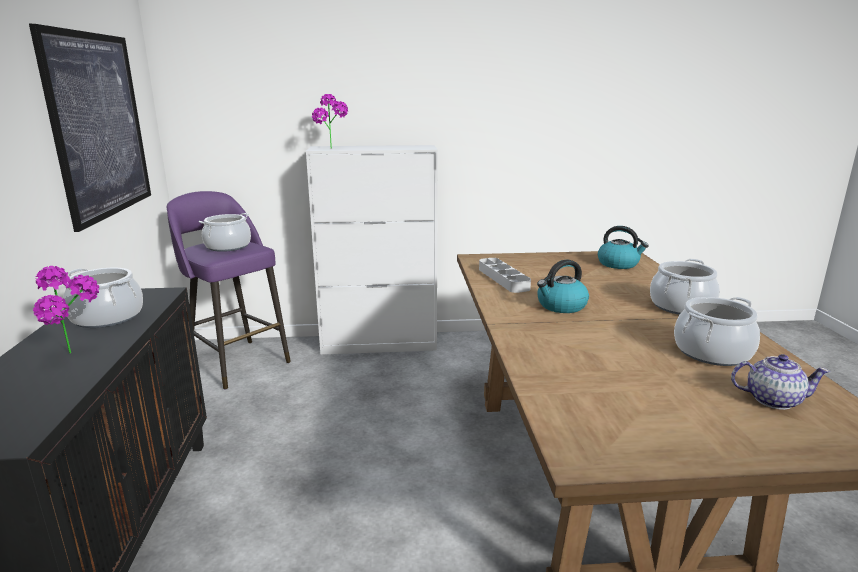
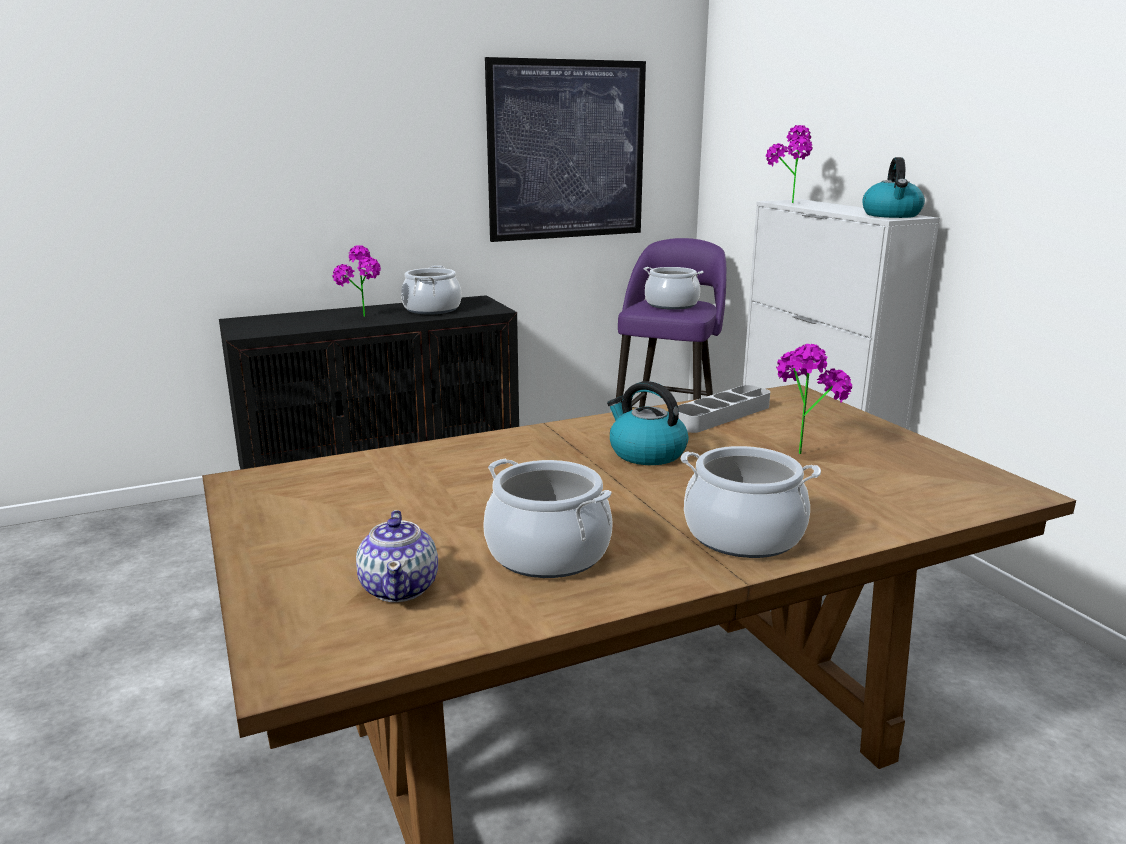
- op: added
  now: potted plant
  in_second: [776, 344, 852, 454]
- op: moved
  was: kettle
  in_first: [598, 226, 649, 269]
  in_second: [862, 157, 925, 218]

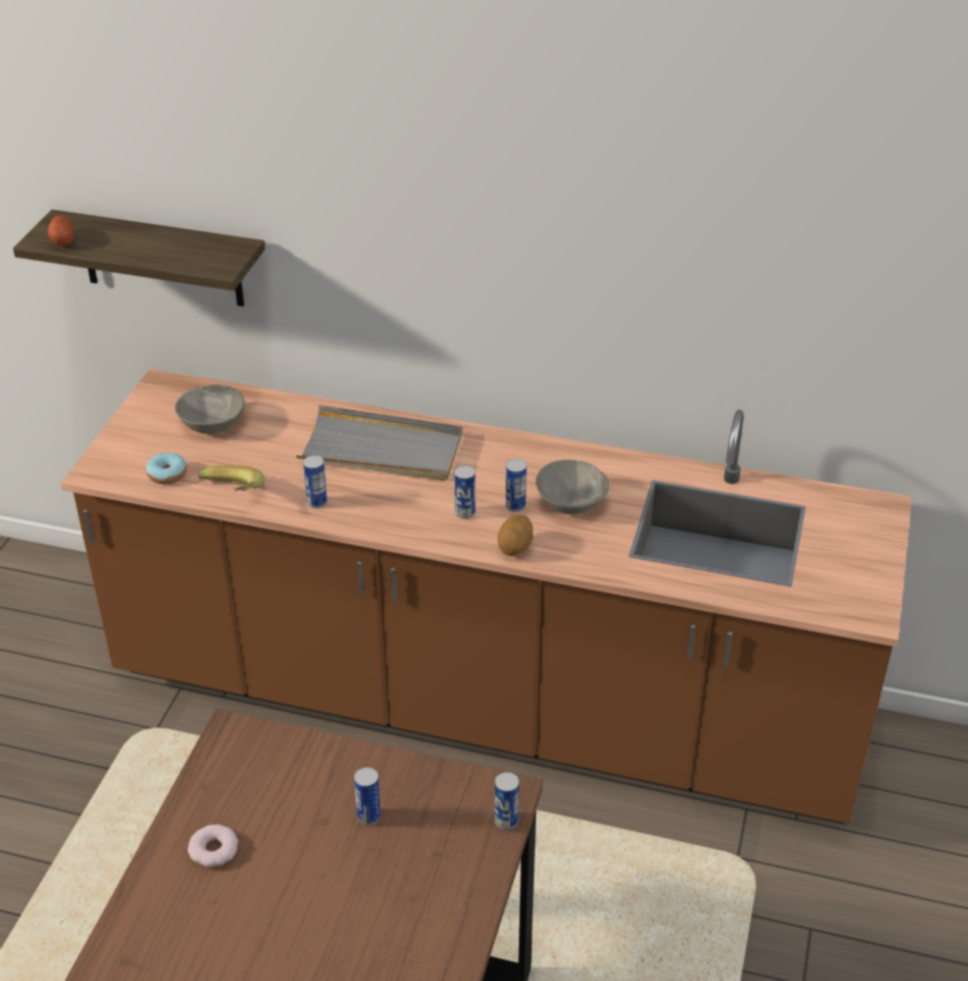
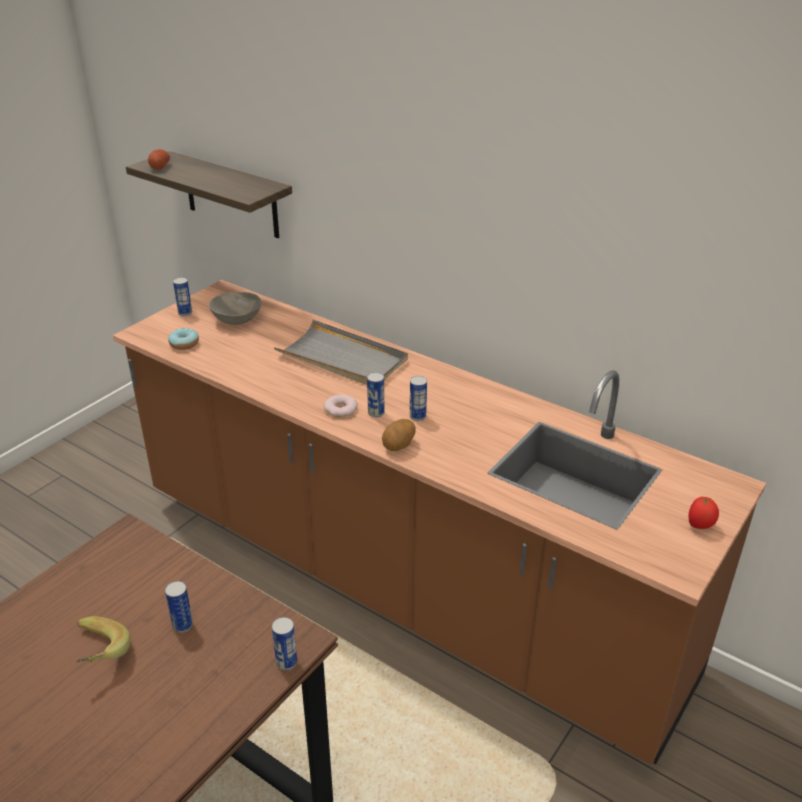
- op: moved
  was: banana
  in_first: [198, 465, 265, 492]
  in_second: [76, 616, 131, 663]
- op: moved
  was: can
  in_first: [303, 455, 327, 508]
  in_second: [173, 277, 192, 316]
- op: moved
  was: donut
  in_first: [188, 824, 238, 868]
  in_second: [324, 394, 358, 417]
- op: added
  now: tomato
  in_second: [689, 497, 719, 529]
- op: removed
  was: grey bowl
  in_first: [536, 460, 609, 514]

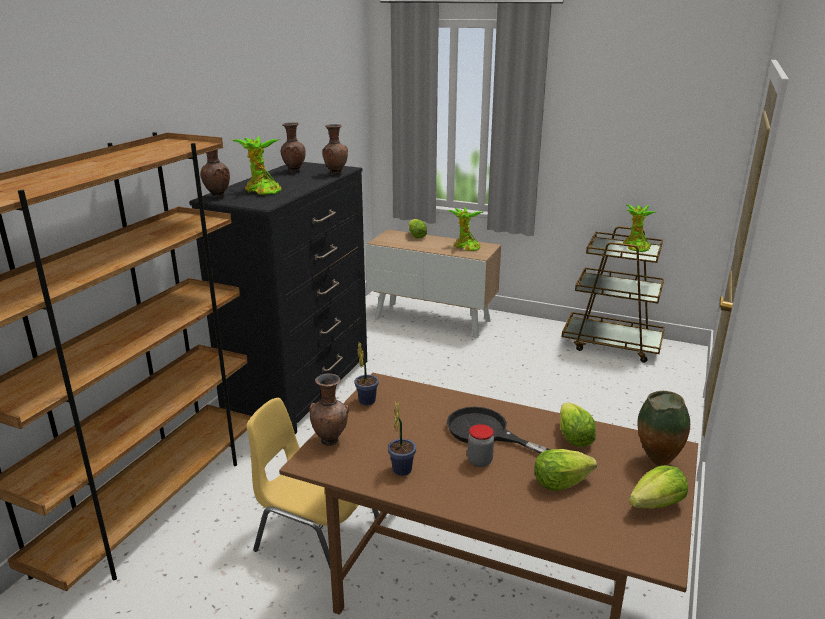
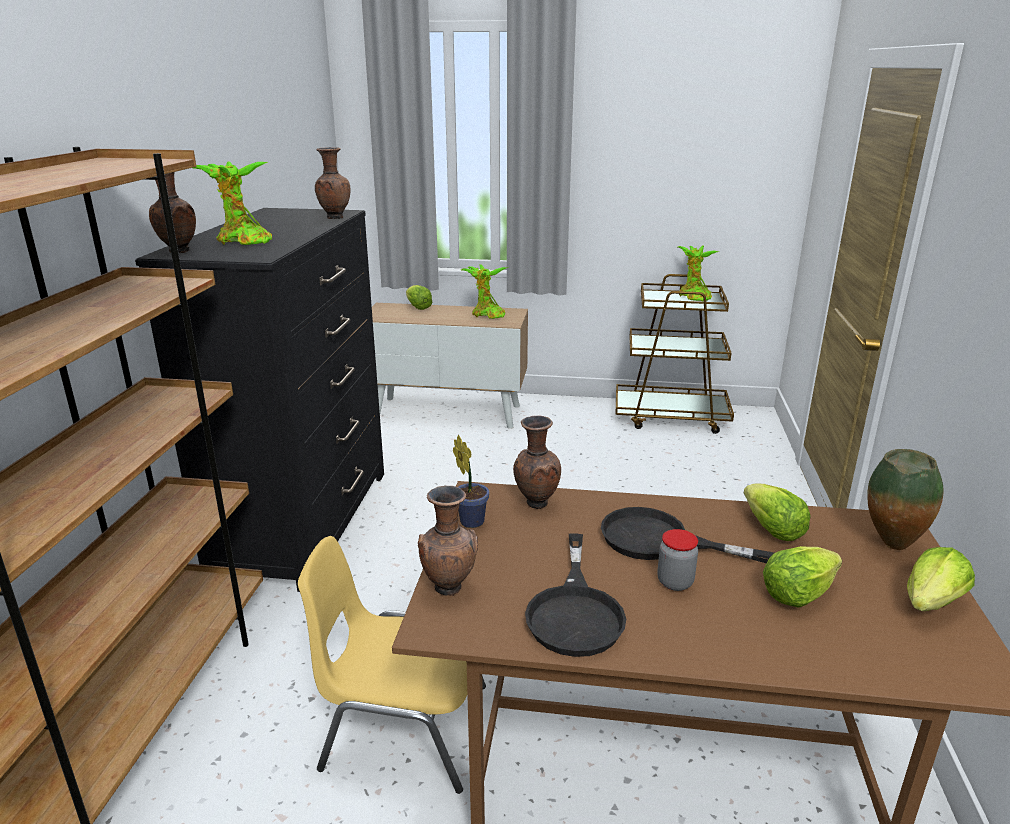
- op: moved
  was: brown vase
  in_first: [281, 122, 306, 173]
  in_second: [513, 416, 561, 509]
- op: replaced
  was: potted plant
  now: black frying pan
  in_first: [388, 402, 416, 476]
  in_second: [525, 533, 626, 657]

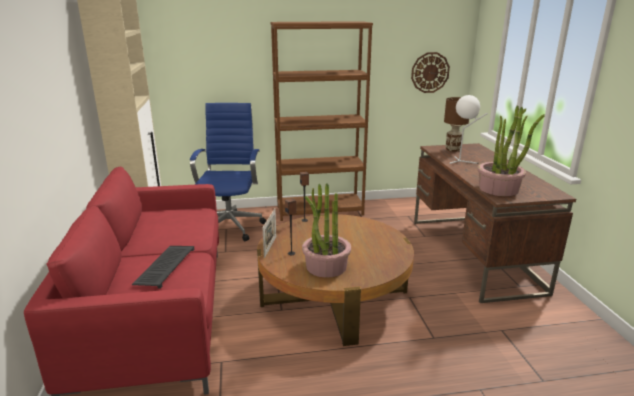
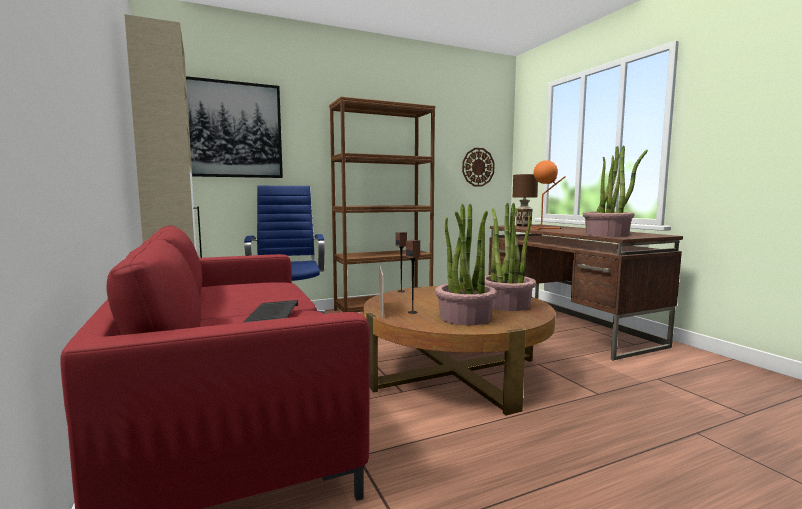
- op: added
  now: picture
  in_second: [186, 76, 283, 178]
- op: added
  now: potted plant
  in_second: [485, 203, 536, 311]
- op: recoloured
  was: white table lamp
  now: orange table lamp
  in_first: [449, 95, 488, 164]
  in_second: [532, 160, 566, 230]

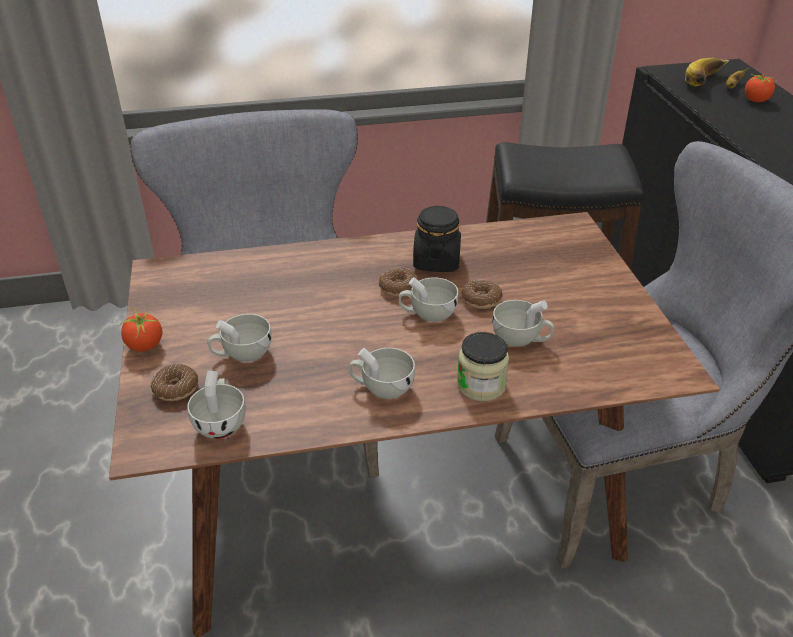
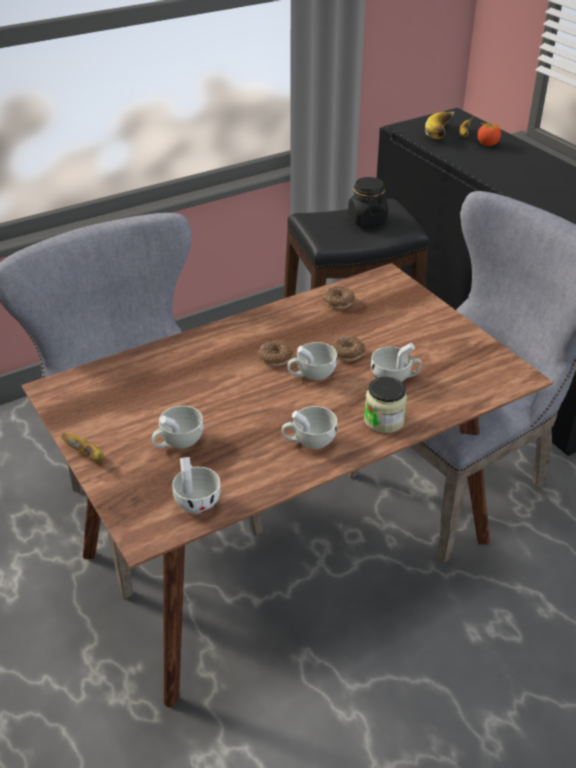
- op: replaced
  was: tomato
  now: banana
  in_first: [118, 307, 162, 352]
  in_second: [62, 433, 104, 462]
- op: moved
  was: donut
  in_first: [151, 364, 198, 401]
  in_second: [323, 286, 355, 309]
- op: moved
  was: black jar
  in_first: [413, 206, 461, 272]
  in_second: [348, 177, 388, 226]

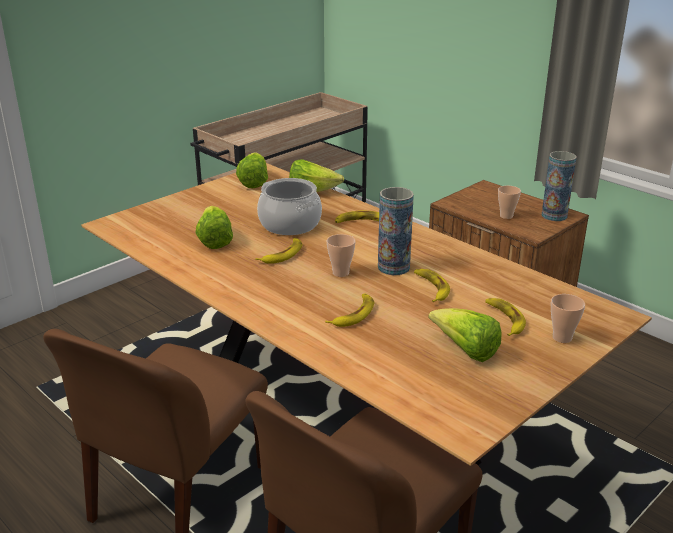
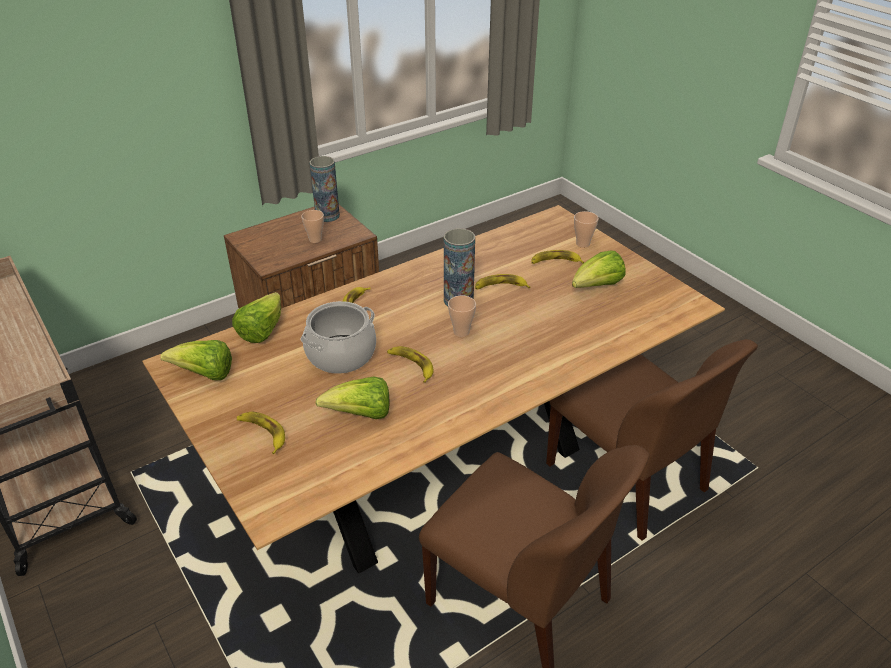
- op: moved
  was: banana
  in_first: [325, 293, 374, 327]
  in_second: [236, 412, 285, 454]

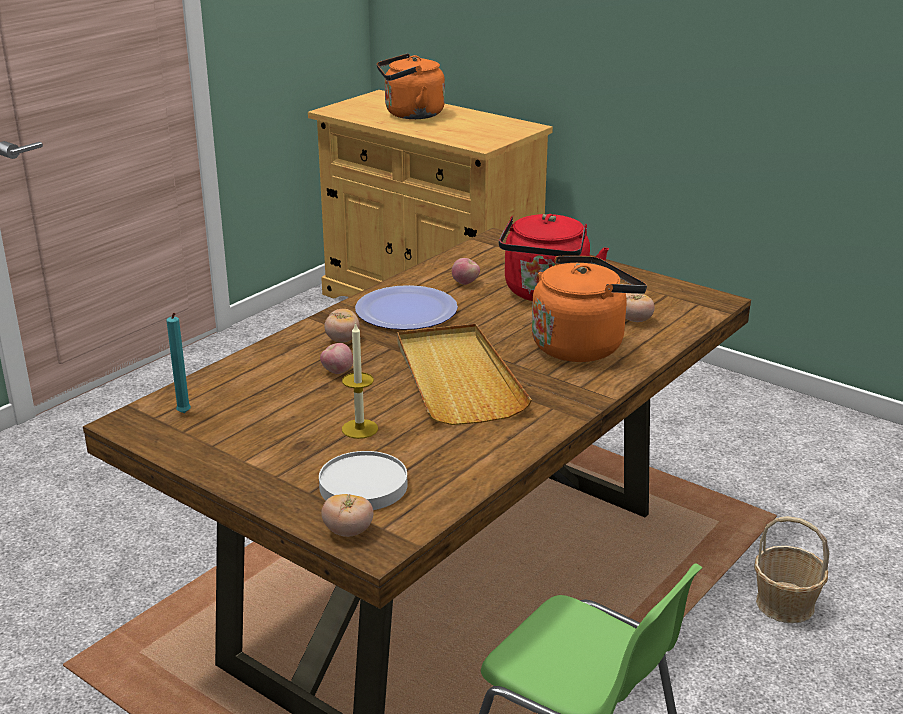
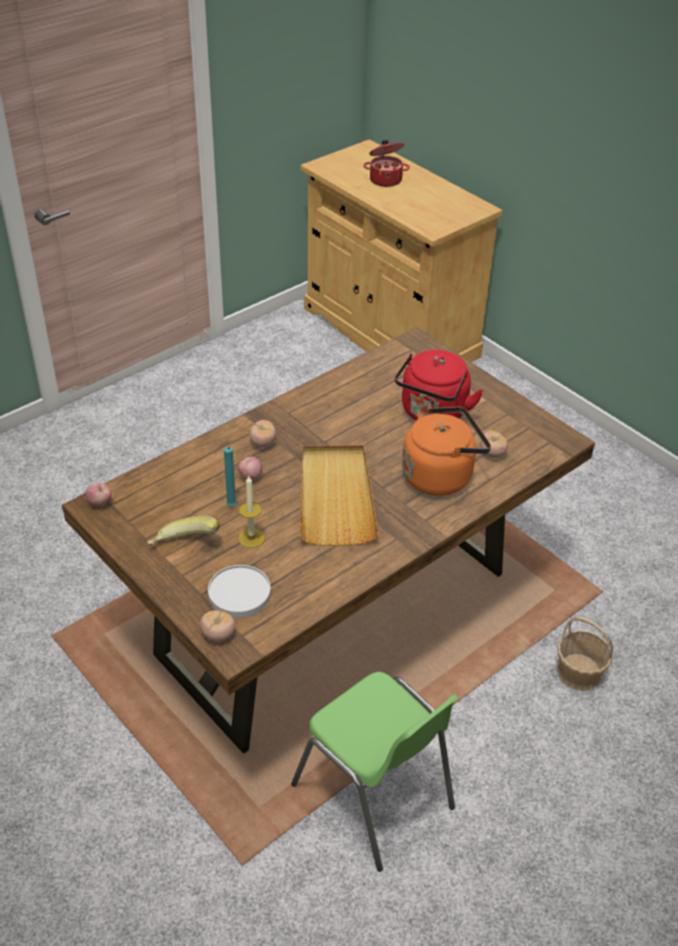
- op: moved
  was: apple
  in_first: [452, 258, 480, 285]
  in_second: [86, 483, 111, 507]
- op: added
  now: banana
  in_second: [147, 516, 220, 545]
- op: moved
  was: turquoise candle
  in_first: [166, 313, 191, 413]
  in_second: [224, 447, 237, 506]
- op: replaced
  was: orange kettle
  now: cooking pot
  in_first: [377, 53, 445, 119]
  in_second: [363, 140, 410, 187]
- op: removed
  was: plate
  in_first: [355, 285, 458, 330]

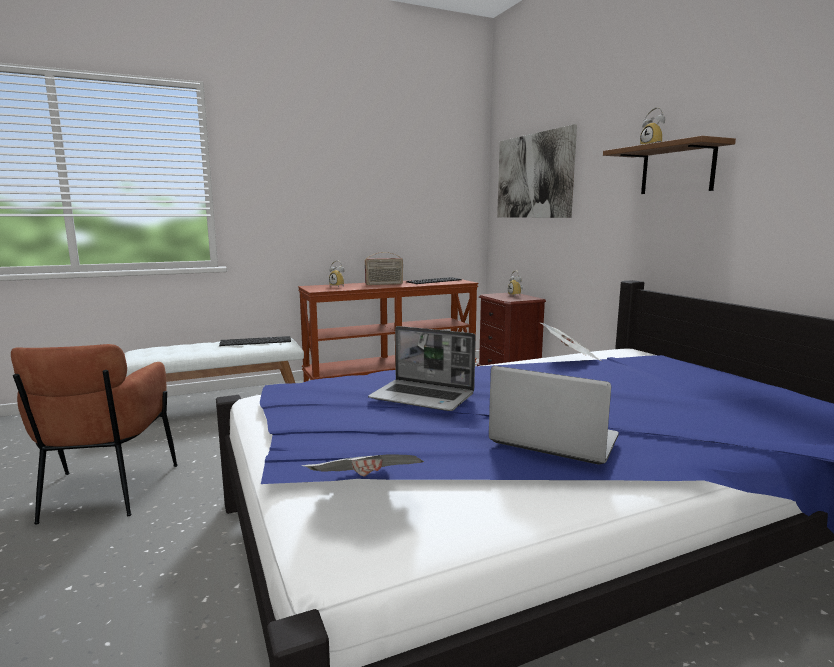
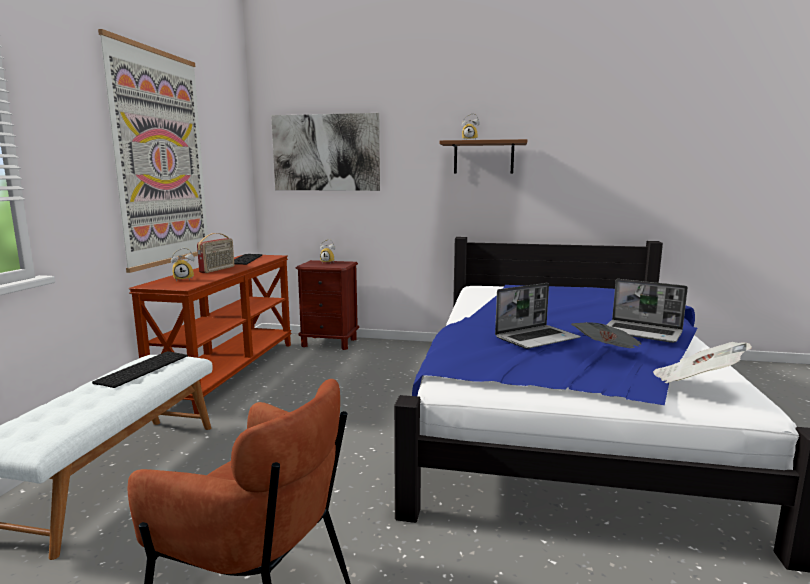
- op: added
  now: picture
  in_second: [98, 29, 208, 273]
- op: moved
  was: newspaper
  in_first: [539, 322, 602, 361]
  in_second: [571, 322, 642, 348]
- op: turned
  was: laptop
  in_first: [489, 366, 619, 465]
  in_second: [607, 279, 688, 343]
  clockwise: -120

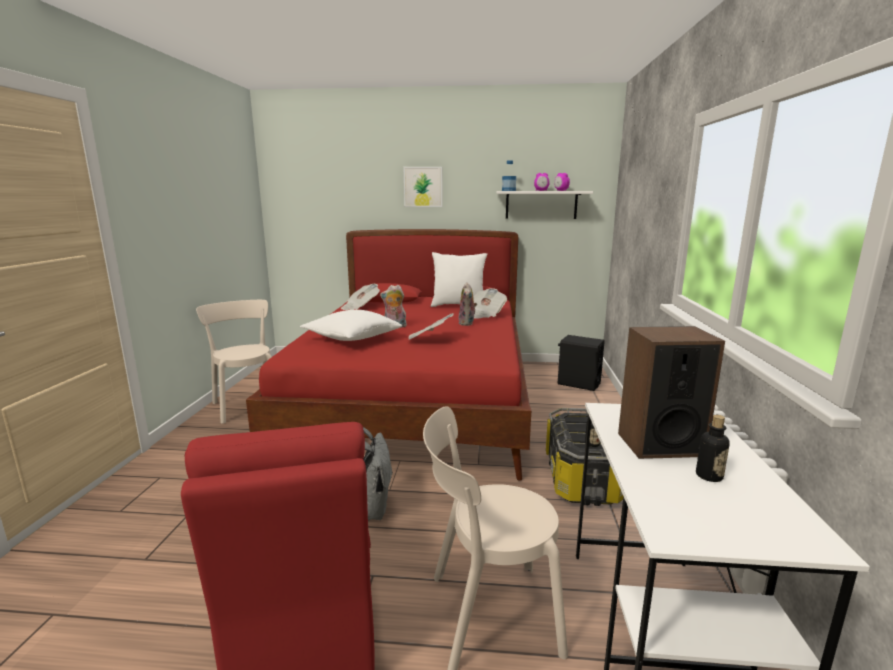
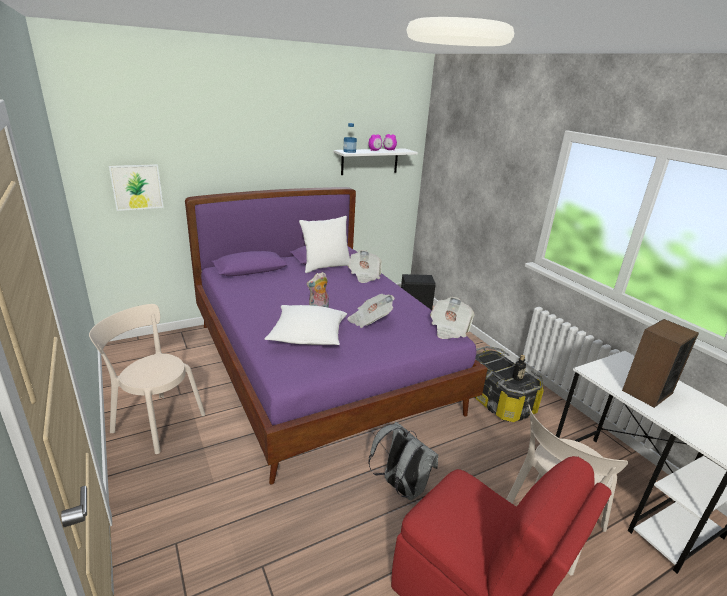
- op: moved
  was: picture
  in_first: [404, 167, 442, 207]
  in_second: [109, 164, 164, 211]
- op: recoloured
  was: red bed
  now: purple bed
  in_first: [246, 229, 531, 481]
  in_second: [185, 187, 488, 485]
- op: moved
  was: newspaper
  in_first: [341, 284, 380, 310]
  in_second: [430, 297, 475, 339]
- op: removed
  was: plush toy
  in_first: [459, 282, 477, 326]
- op: removed
  was: bottle
  in_first: [696, 415, 730, 482]

